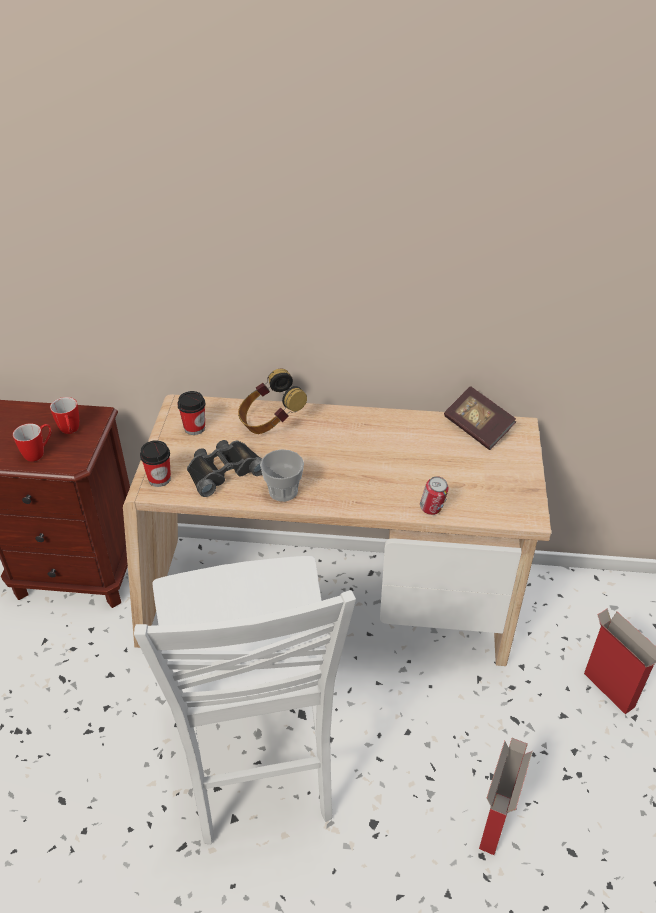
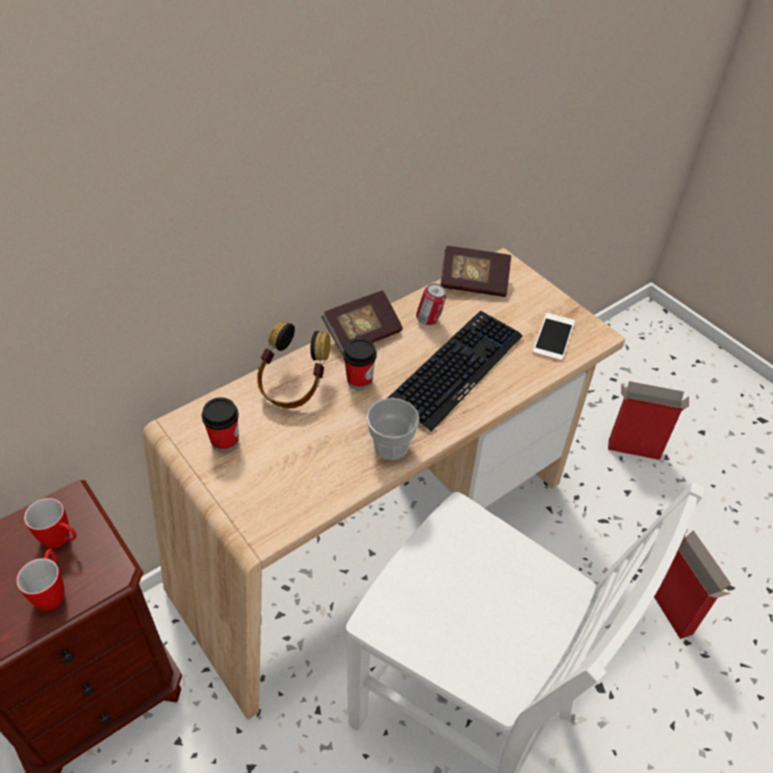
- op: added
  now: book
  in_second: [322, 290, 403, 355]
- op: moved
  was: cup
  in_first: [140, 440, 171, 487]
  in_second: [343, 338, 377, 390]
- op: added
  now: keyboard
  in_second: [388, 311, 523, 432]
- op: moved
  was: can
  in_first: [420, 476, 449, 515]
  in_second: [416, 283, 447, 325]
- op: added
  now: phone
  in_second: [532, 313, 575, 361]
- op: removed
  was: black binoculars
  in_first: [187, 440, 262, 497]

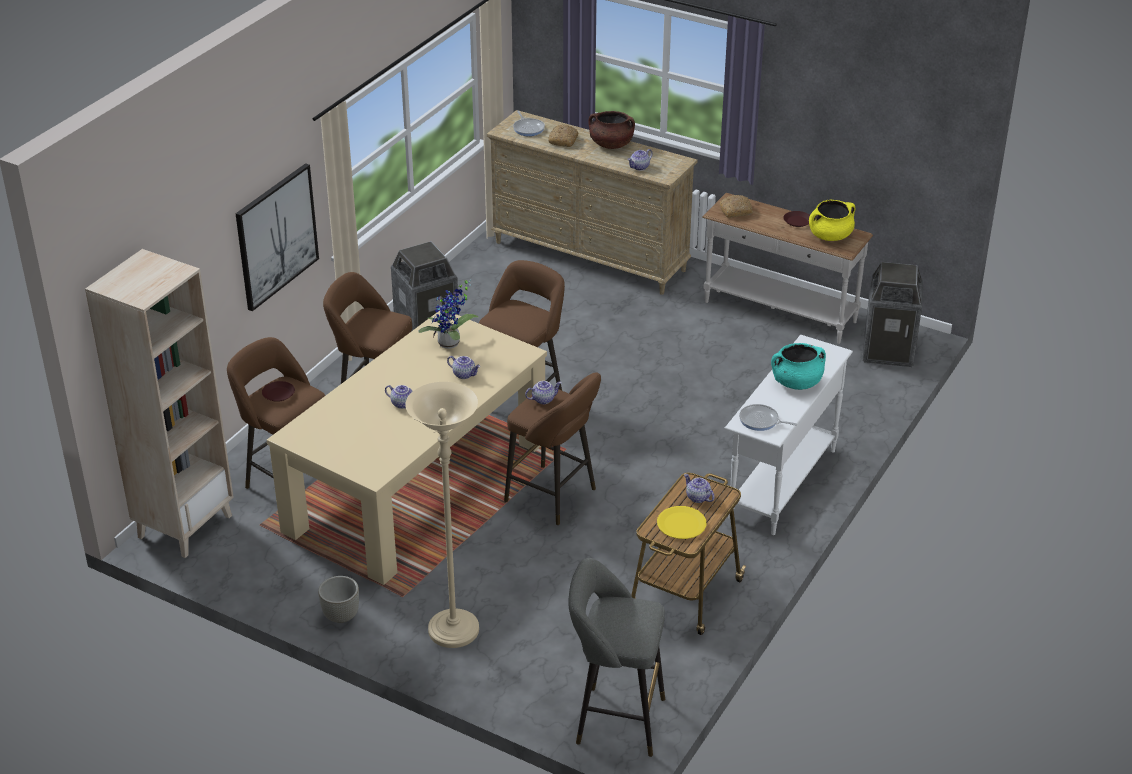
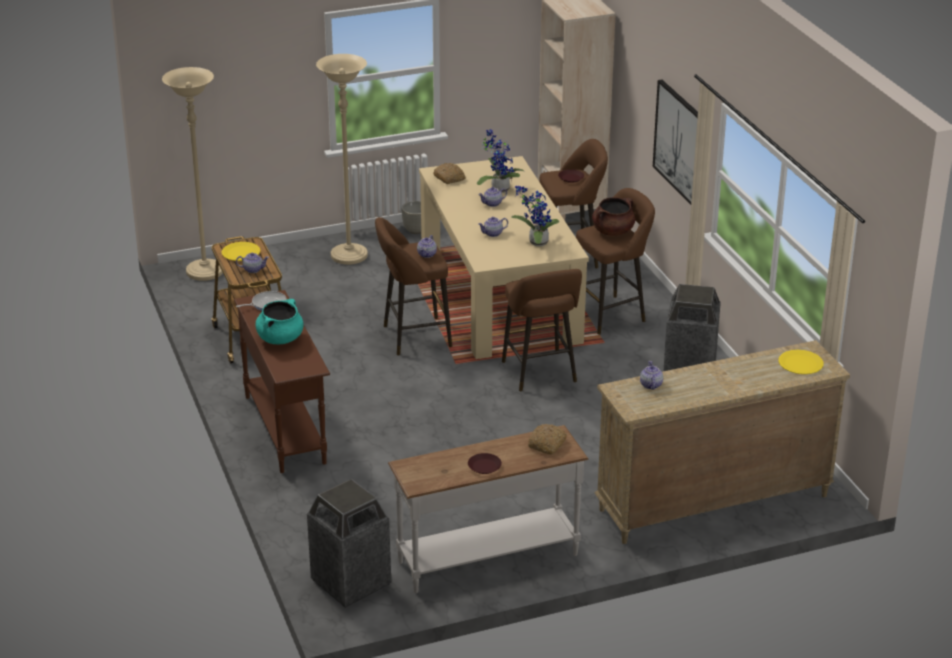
- op: replaced
  was: grey stool
  now: beige floor lamp
  in_first: [568, 558, 665, 757]
  in_second: [162, 67, 223, 281]
- op: recoloured
  was: white console table
  now: brown console table
  in_first: [724, 335, 853, 535]
  in_second: [234, 290, 330, 473]
- op: moved
  was: bread
  in_first: [548, 124, 578, 147]
  in_second: [433, 163, 465, 184]
- op: added
  now: potted plant
  in_second: [477, 129, 524, 193]
- op: moved
  was: brown cooking pot
  in_first: [588, 111, 635, 149]
  in_second: [592, 197, 635, 236]
- op: replaced
  was: frying pan
  now: yellow plate
  in_first: [513, 111, 545, 136]
  in_second: [779, 350, 823, 374]
- op: removed
  was: yellow cooking pot
  in_first: [809, 200, 855, 241]

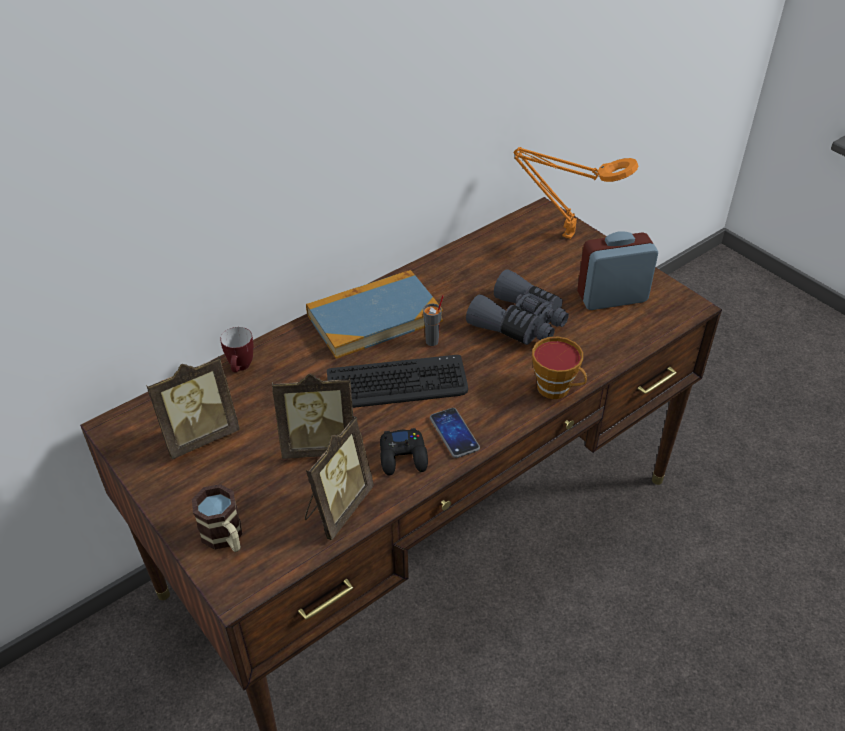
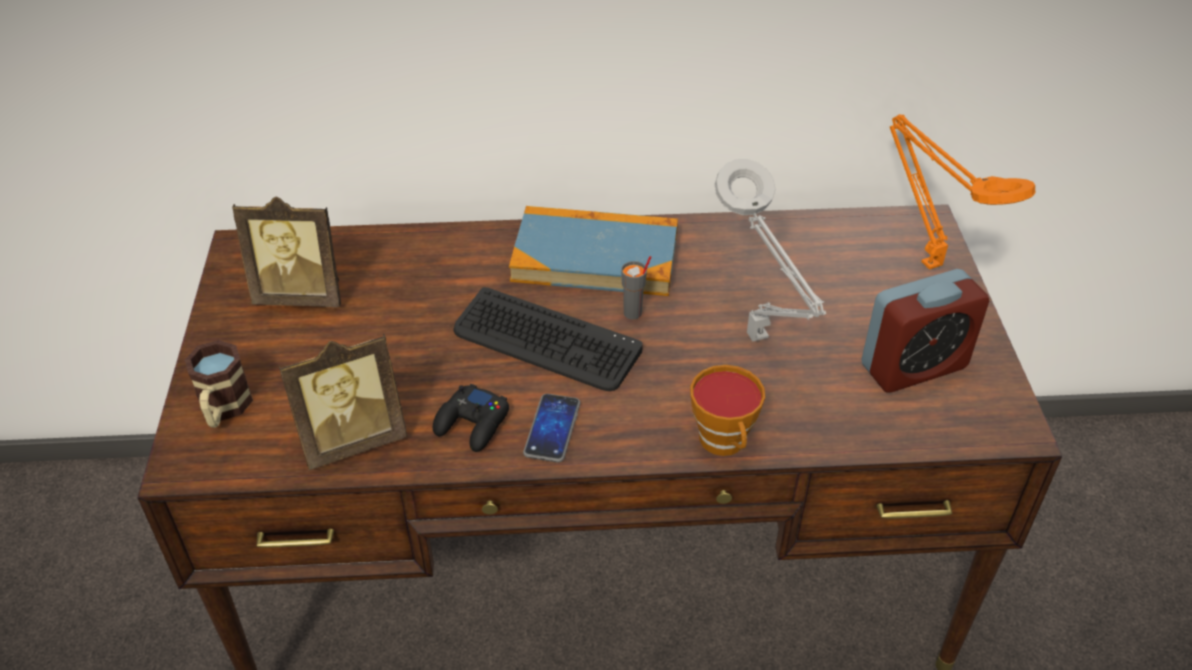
- op: replaced
  was: grey binoculars
  now: grey table lamp
  in_first: [466, 269, 569, 345]
  in_second: [715, 159, 826, 342]
- op: turned
  was: alarm clock
  in_first: [577, 231, 658, 310]
  in_second: [861, 269, 989, 393]
  clockwise: 135
- op: removed
  was: mug
  in_first: [220, 327, 254, 372]
- op: removed
  was: picture frame
  in_first: [272, 374, 353, 459]

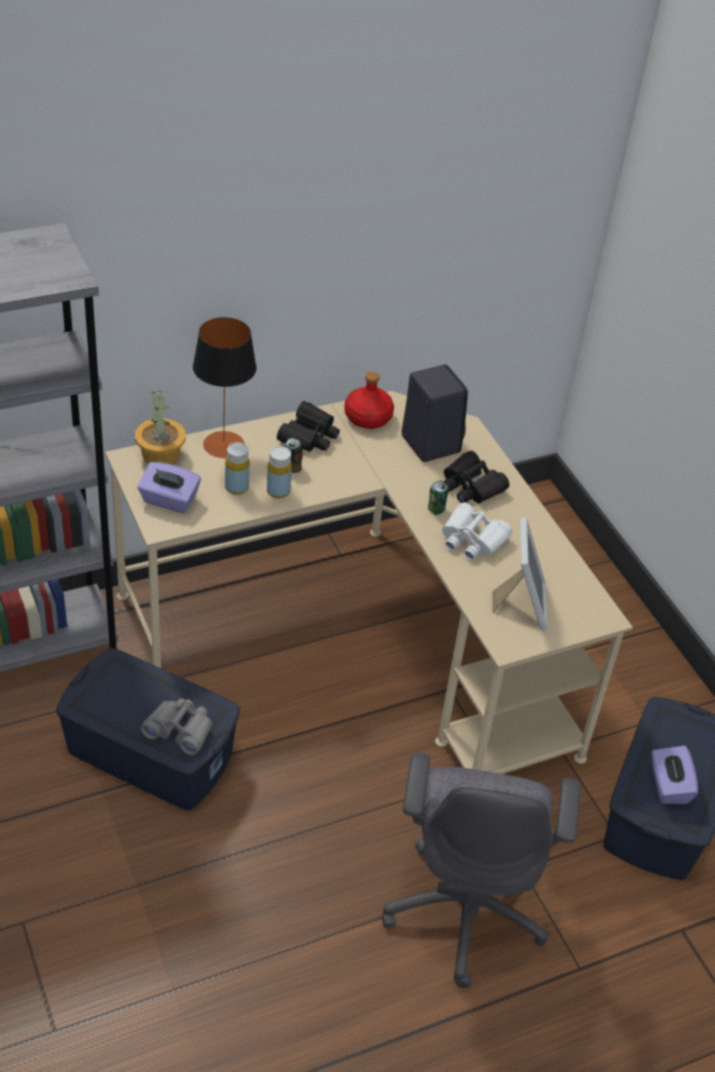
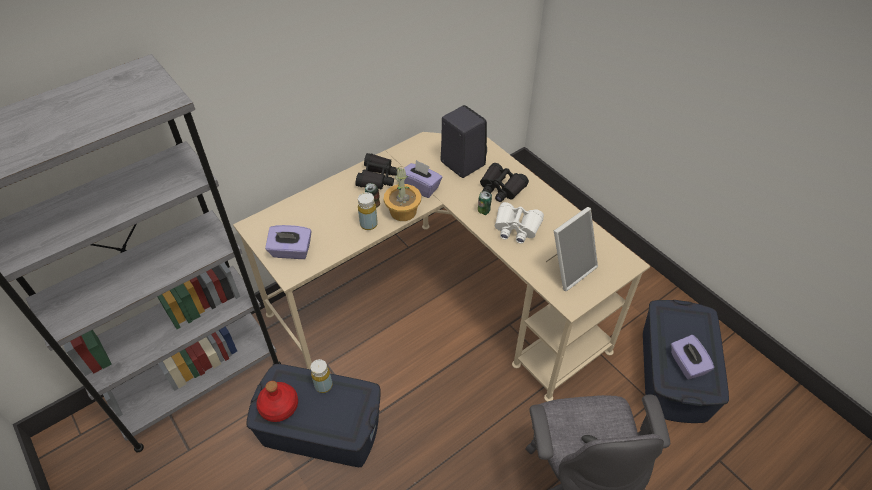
- op: moved
  was: red bottle
  in_first: [344, 372, 394, 429]
  in_second: [256, 381, 298, 422]
- op: moved
  was: yellow bottle
  in_first: [225, 442, 250, 495]
  in_second: [311, 359, 332, 393]
- op: moved
  was: potted plant
  in_first: [135, 391, 186, 465]
  in_second: [384, 166, 421, 221]
- op: added
  now: purple tissue box
  in_second: [404, 160, 442, 198]
- op: turned
  was: picture frame
  in_first: [492, 517, 547, 631]
  in_second: [546, 207, 598, 291]
  clockwise: 60
- op: removed
  was: grey binoculars
  in_first: [141, 699, 212, 756]
- op: removed
  was: table lamp
  in_first: [193, 317, 256, 458]

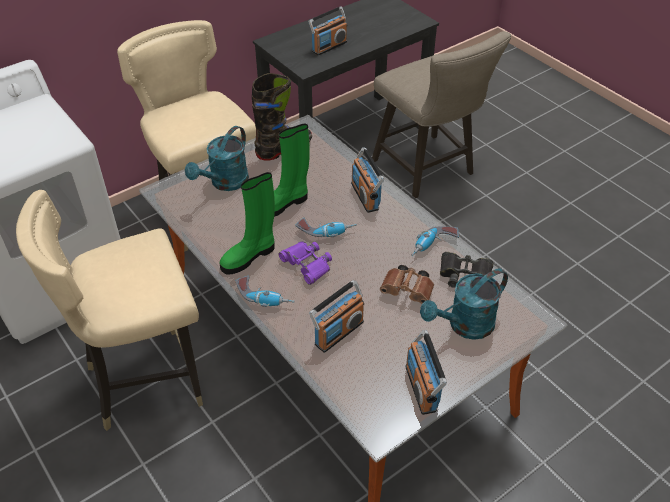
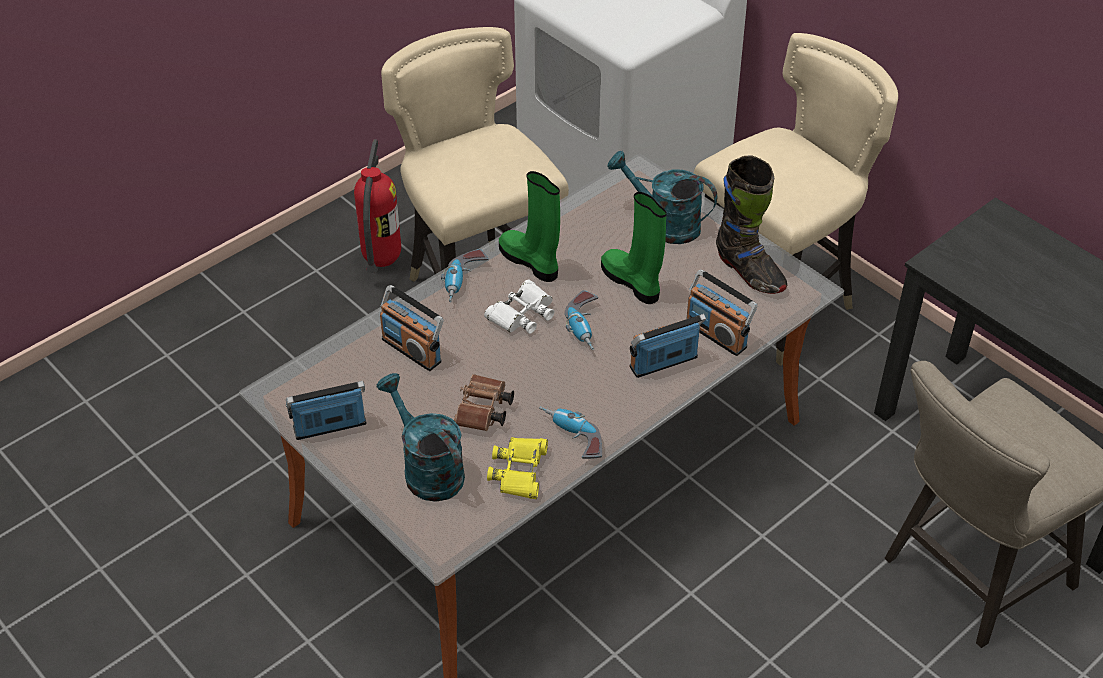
- op: added
  now: fire extinguisher
  in_second: [354, 139, 401, 273]
- op: recoloured
  was: purple binoculars
  now: white binoculars
  in_first: [279, 242, 332, 285]
  in_second: [484, 279, 554, 334]
- op: recoloured
  was: black binoculars
  now: yellow binoculars
  in_first: [440, 252, 493, 288]
  in_second: [487, 437, 548, 499]
- op: moved
  was: radio
  in_first: [308, 6, 347, 56]
  in_second: [687, 270, 758, 356]

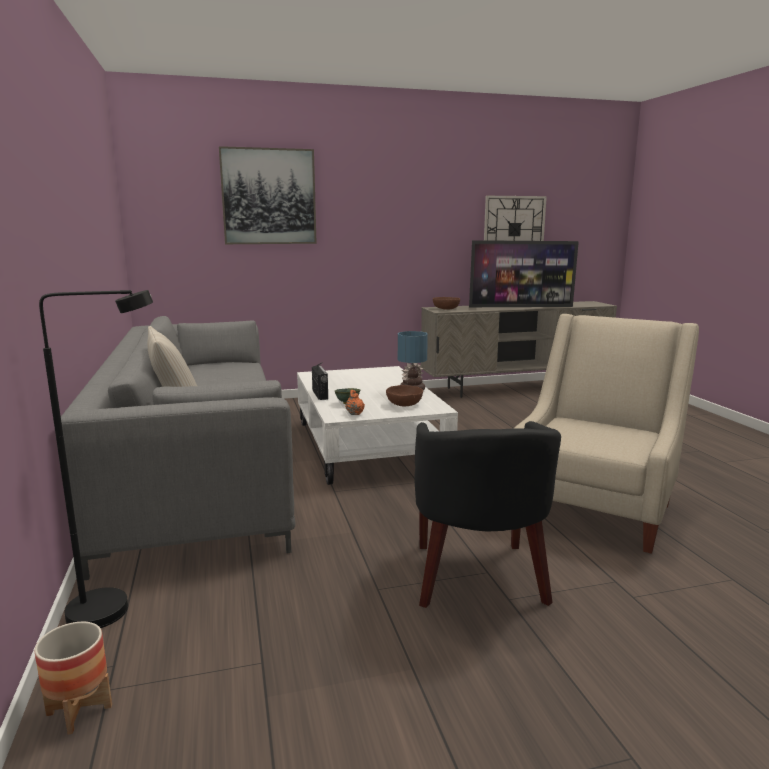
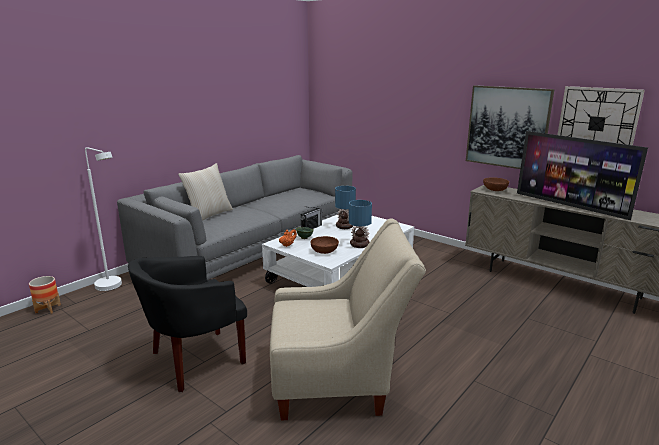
- op: recoloured
  was: black floor lamp
  now: white floor lamp
  in_first: [39, 290, 153, 628]
  in_second: [85, 147, 122, 291]
- op: added
  now: table lamp
  in_second: [335, 186, 356, 229]
- op: moved
  was: picture
  in_first: [219, 146, 317, 244]
  in_second: [466, 85, 555, 169]

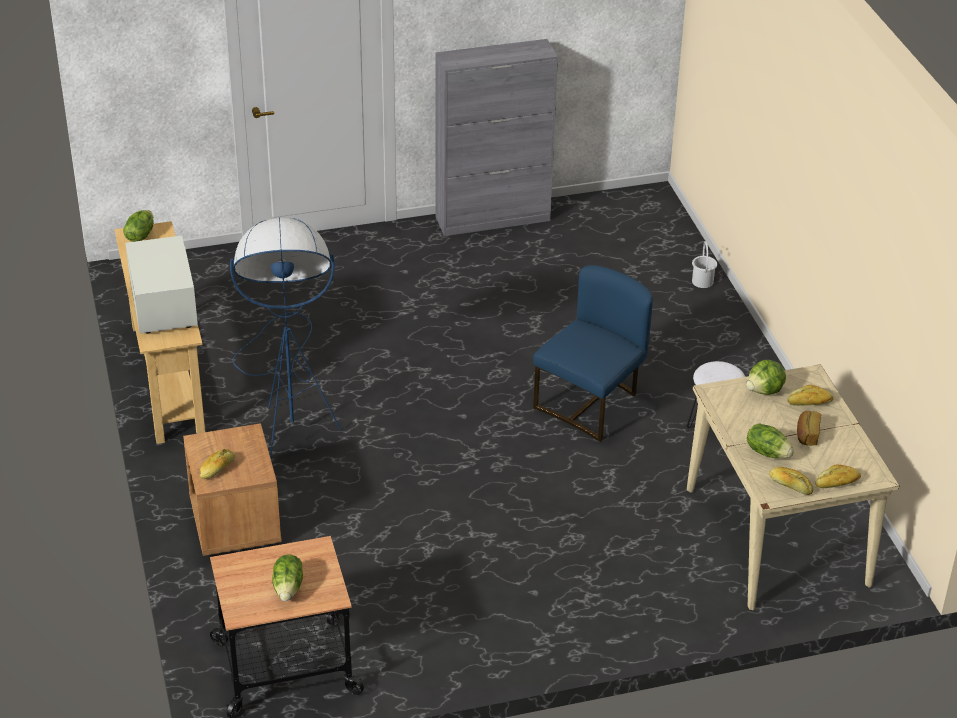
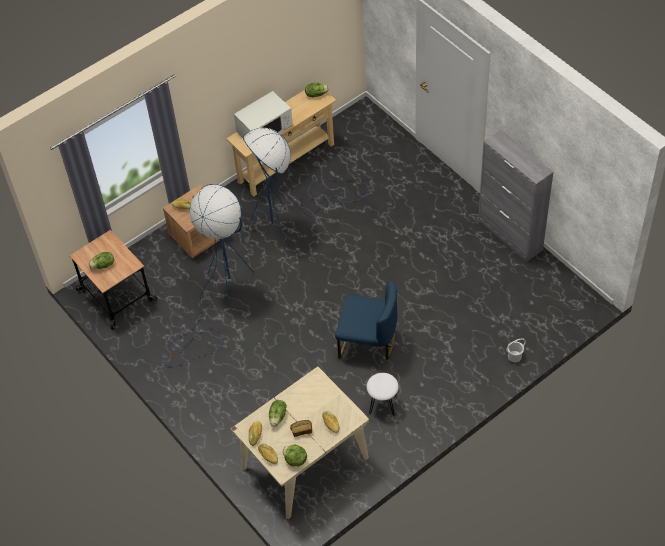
- op: added
  now: blue floor lamp
  in_second: [160, 184, 254, 367]
- op: moved
  was: lettuce
  in_first: [746, 360, 786, 395]
  in_second: [283, 445, 307, 466]

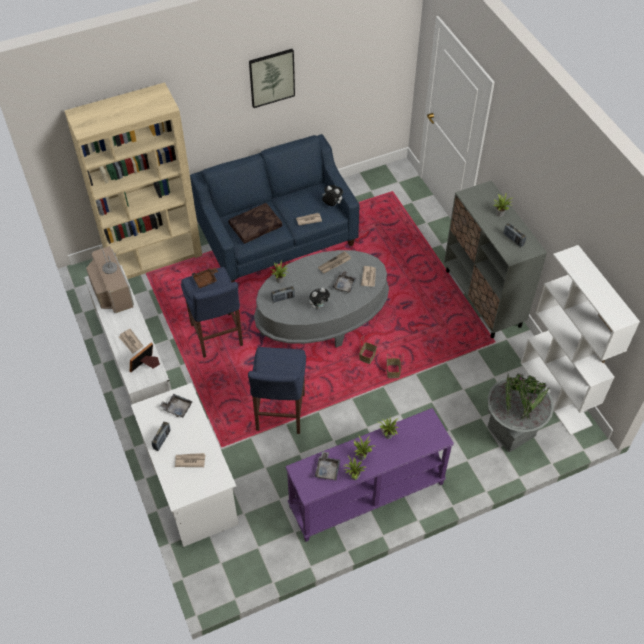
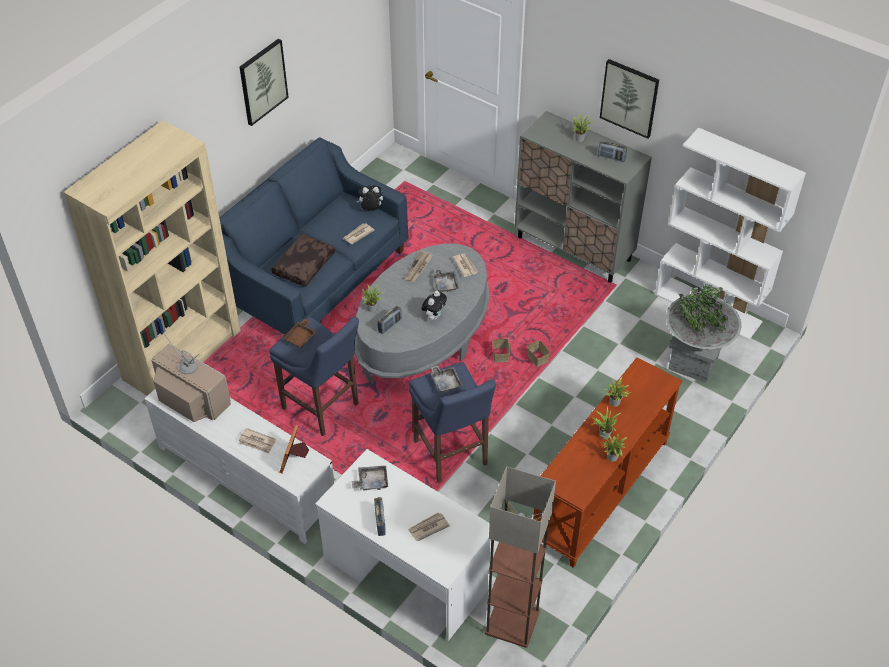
- op: moved
  was: grey tray
  in_first: [315, 451, 340, 480]
  in_second: [431, 366, 463, 393]
- op: added
  now: floor lamp
  in_second: [485, 466, 556, 648]
- op: recoloured
  was: purple console table
  now: brown console table
  in_first: [285, 408, 454, 542]
  in_second: [533, 357, 682, 568]
- op: added
  now: picture
  in_second: [600, 59, 659, 139]

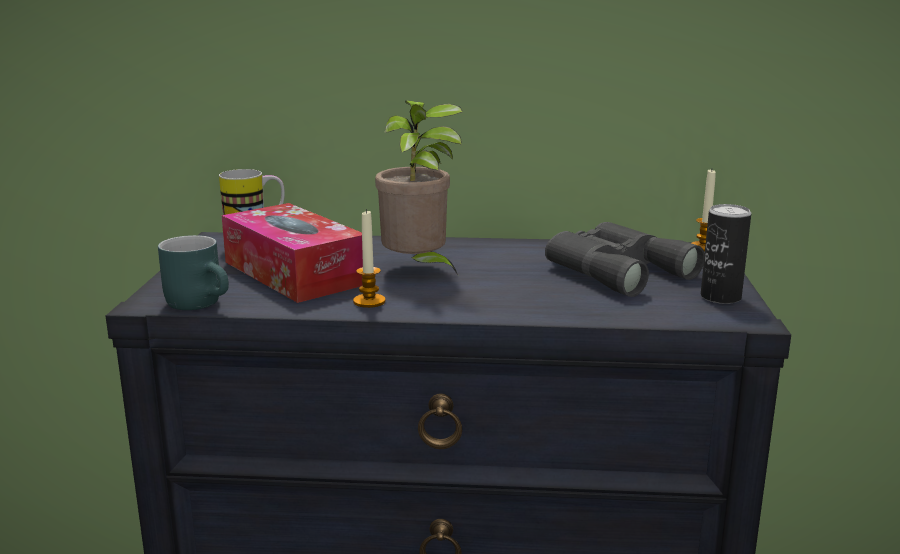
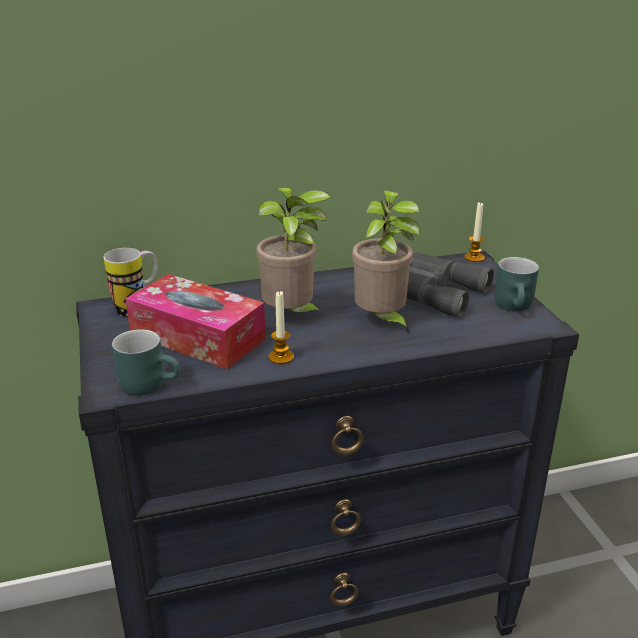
- op: added
  now: potted plant
  in_second: [352, 190, 420, 334]
- op: replaced
  was: can
  now: turquoise mug
  in_first: [701, 204, 751, 304]
  in_second: [495, 257, 539, 312]

